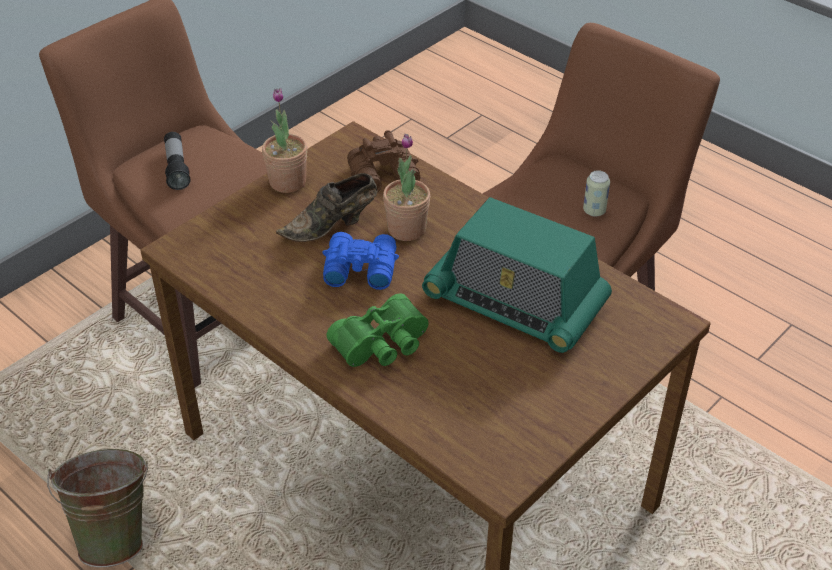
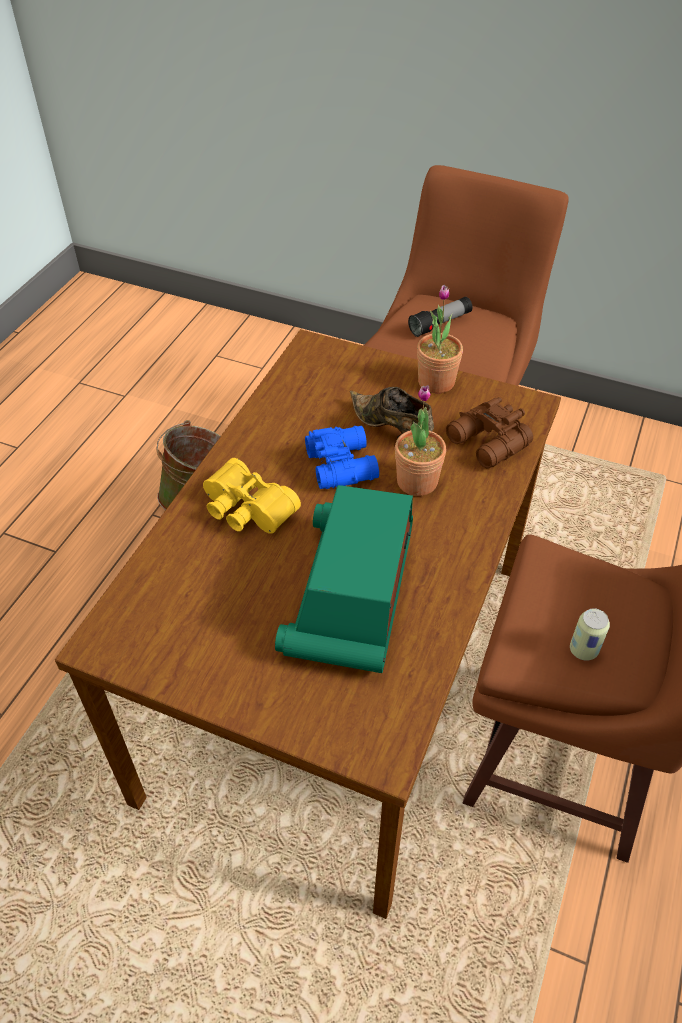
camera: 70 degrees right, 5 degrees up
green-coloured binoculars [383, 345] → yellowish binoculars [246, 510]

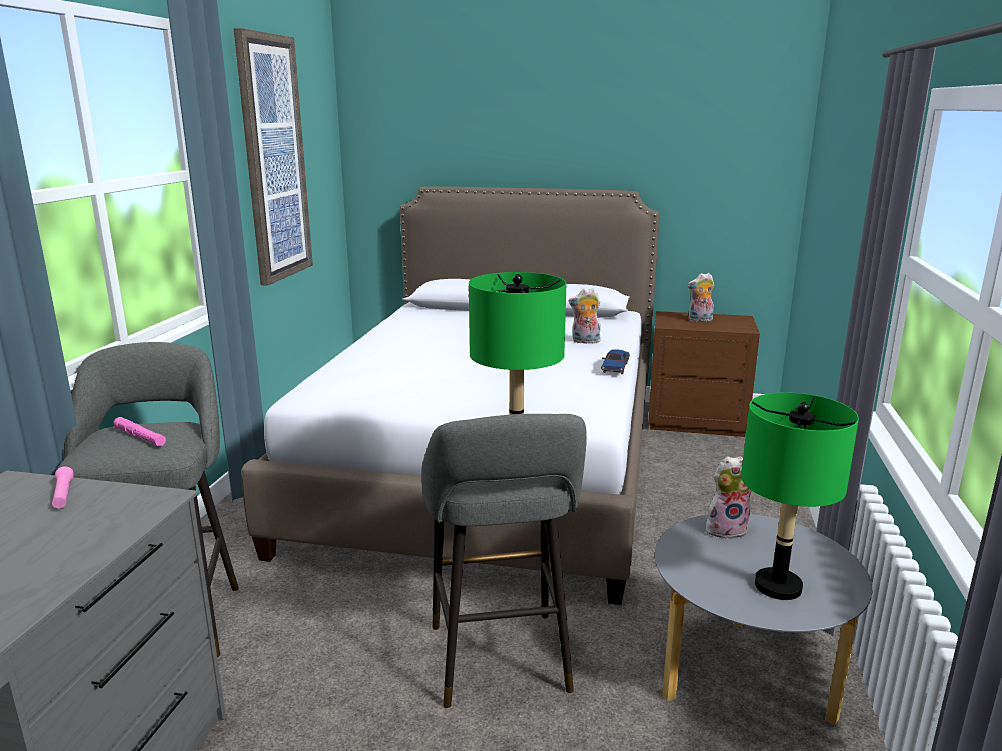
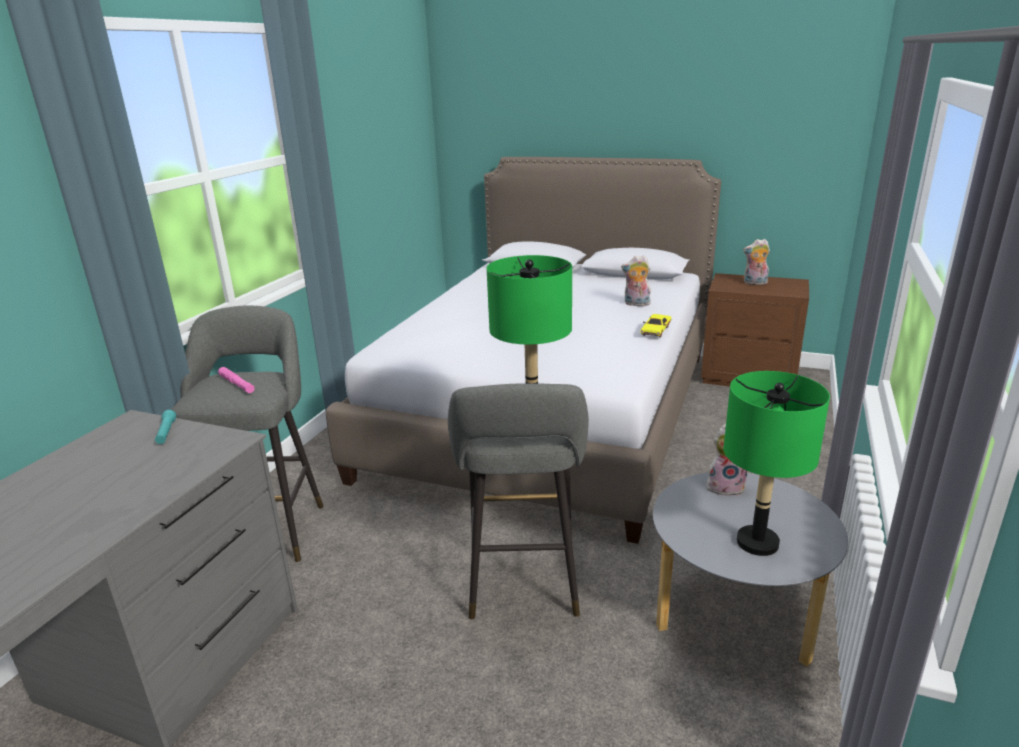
camera: 10 degrees right, 5 degrees up
wall art [273, 160] → -
pinkish torch [63, 495] → turquoise torch [166, 432]
bluish model car [615, 367] → yellowish model car [656, 330]

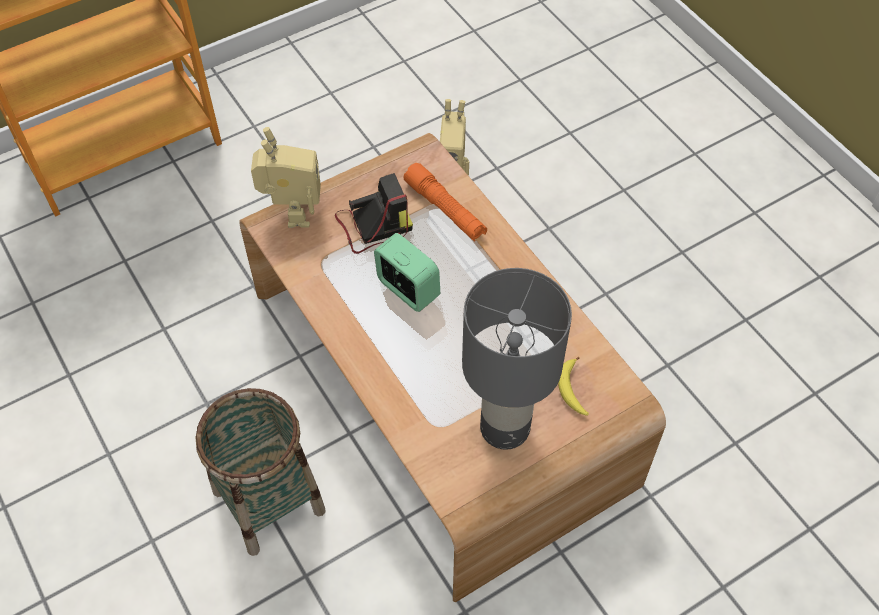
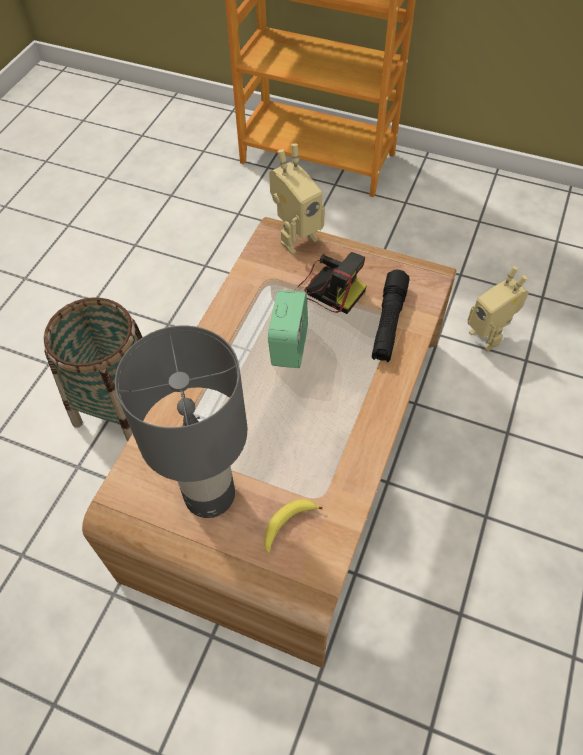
camera: 55 degrees right, 0 degrees up
orange-coloured torch [445, 210] → black torch [388, 323]

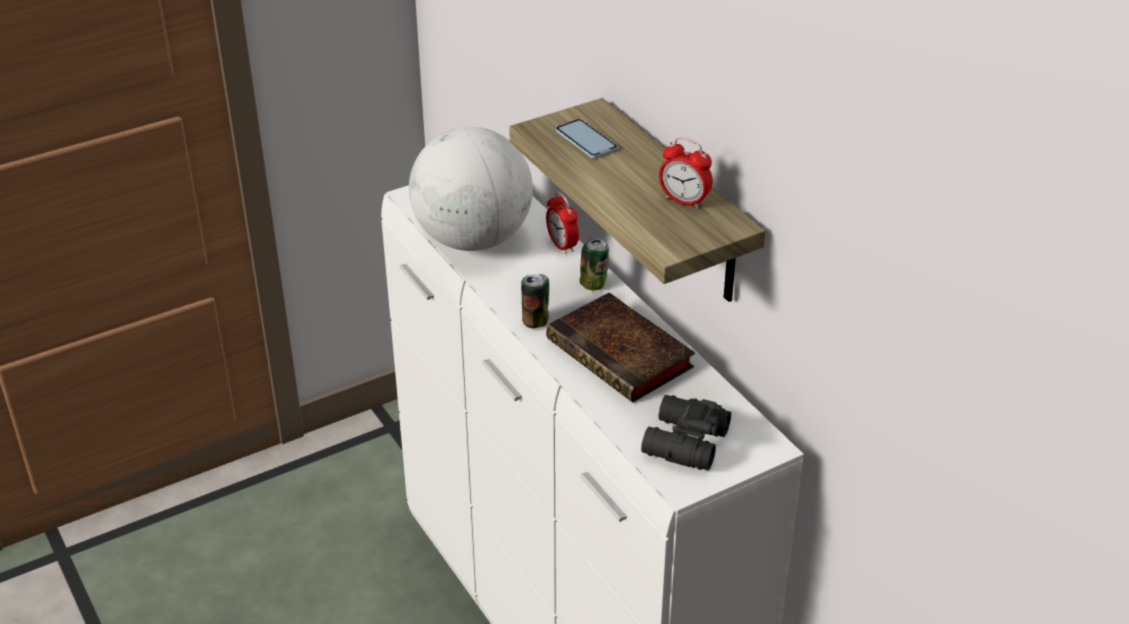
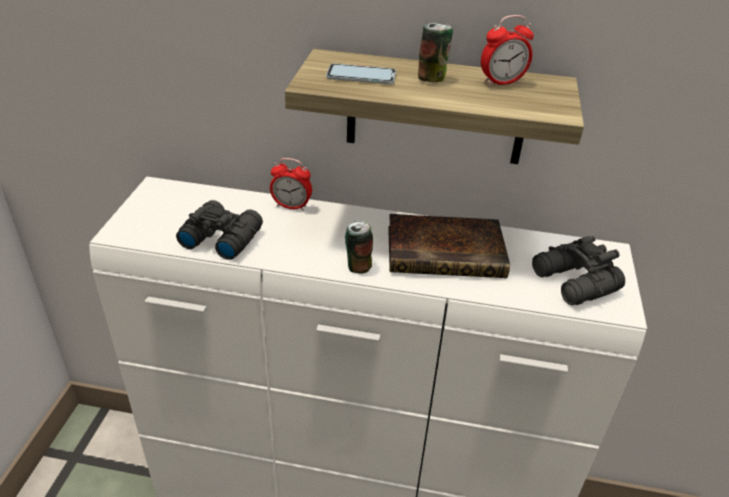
camera: 50 degrees left, 0 degrees up
can [595, 284] → can [432, 78], shifted
globe [473, 239] → black binoculars [221, 237]

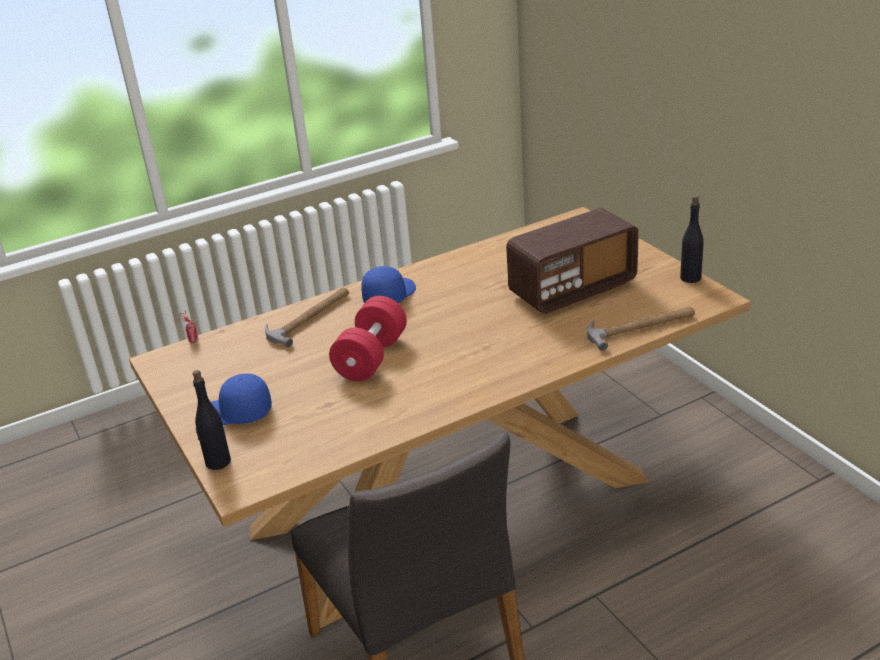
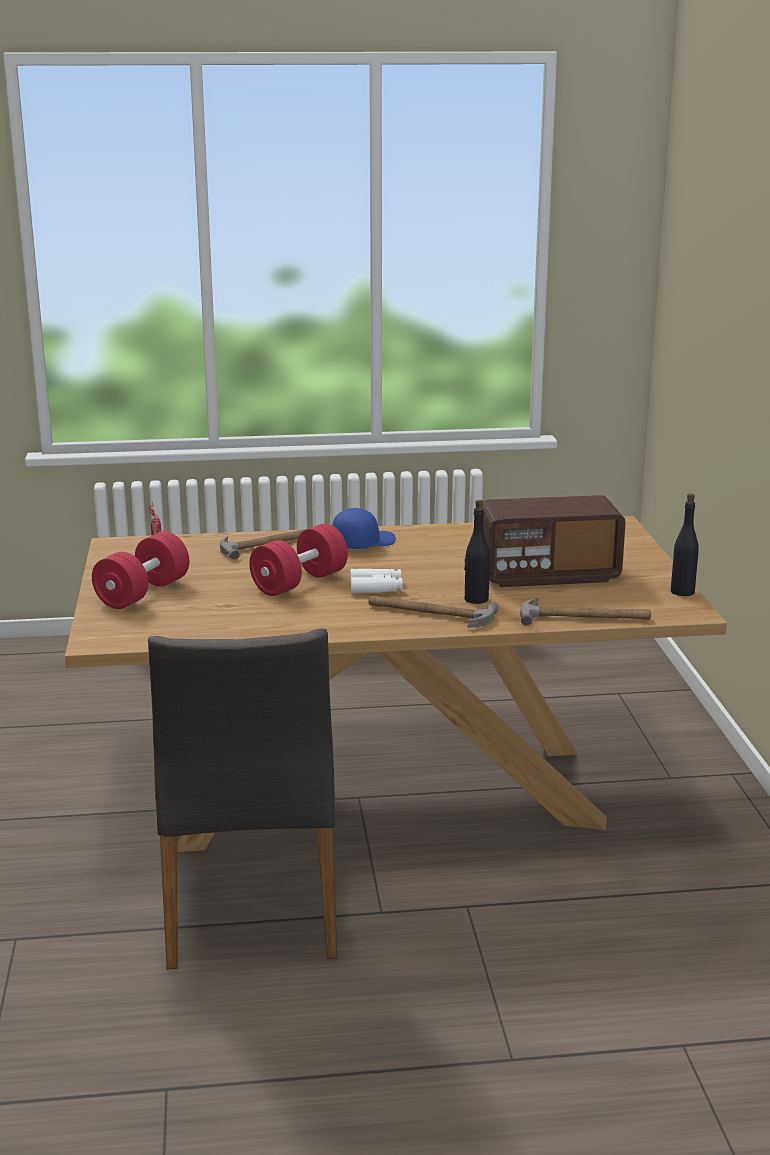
camera: 20 degrees right, 10 degrees down
- → white binoculars [376, 588]
- → hand hammer [430, 613]
black drink bottle [217, 462] → black drink bottle [476, 599], shifted
bluish baseball cap [236, 413] → red dumbbell [143, 593]

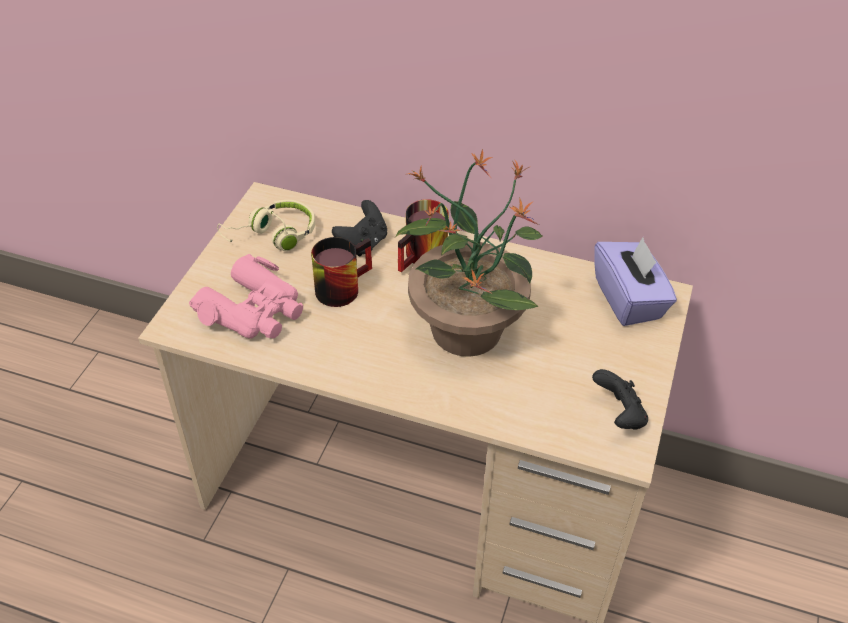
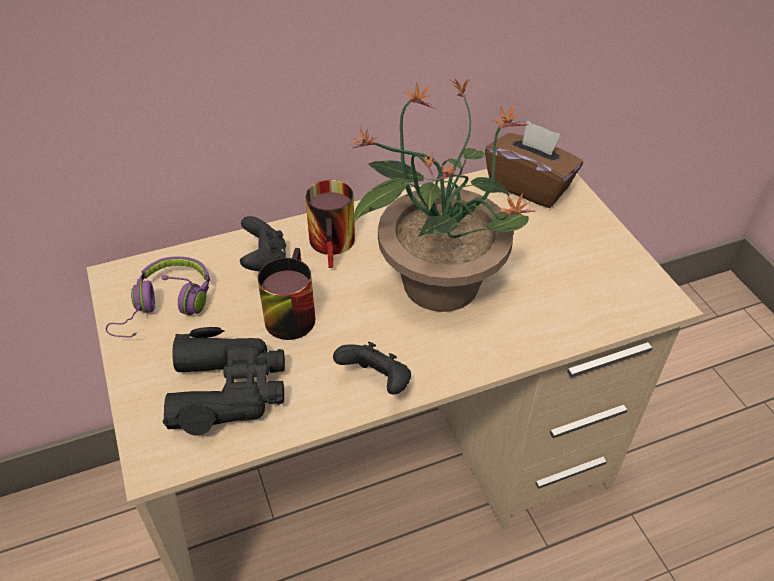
camera: 40 degrees left, 0 degrees up
black gamepad [619, 415] → black gamepad [377, 382], shifted
pinkish binoculars [254, 311] → black binoculars [229, 389]
sand-coloured headset [273, 235] → purplish headset [166, 306]
purplish box of tissues [629, 299] → brown-coloured box of tissues [529, 186]

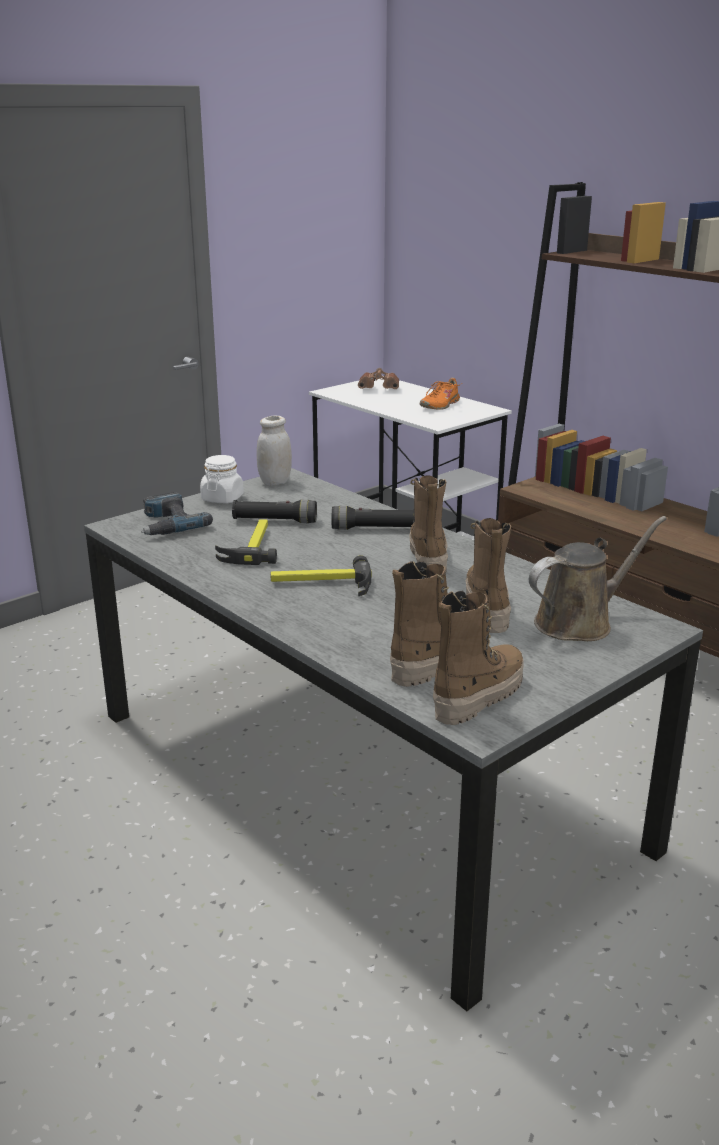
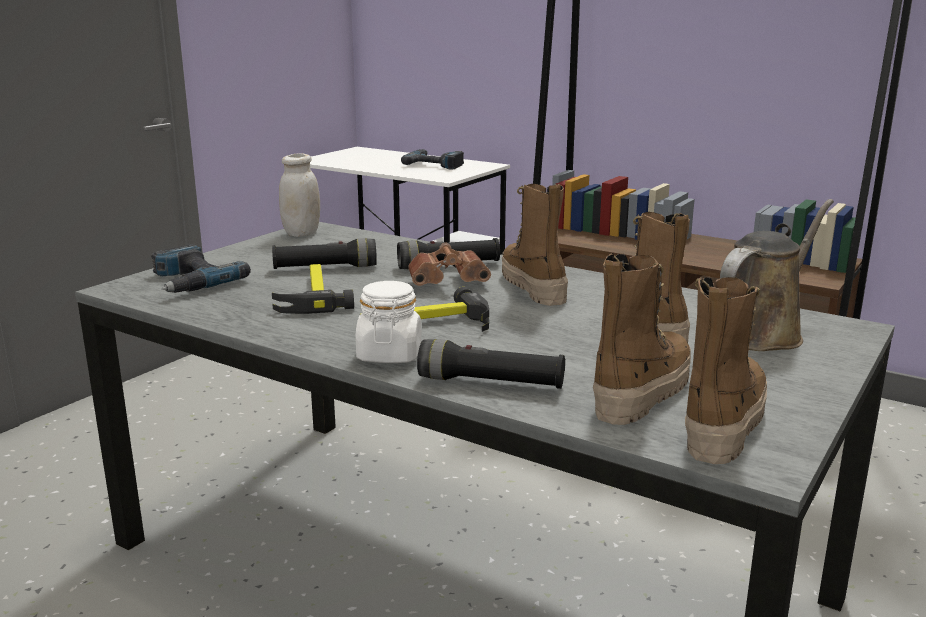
camera: 15 degrees left, 5 degrees down
- → black torch [491, 383]
white storage jar [222, 498] → white storage jar [389, 354], shifted
brown-coloured binoculars [380, 389] → brown-coloured binoculars [450, 283], shifted
orange-coloured item of footwear [439, 405] → drill [435, 164]

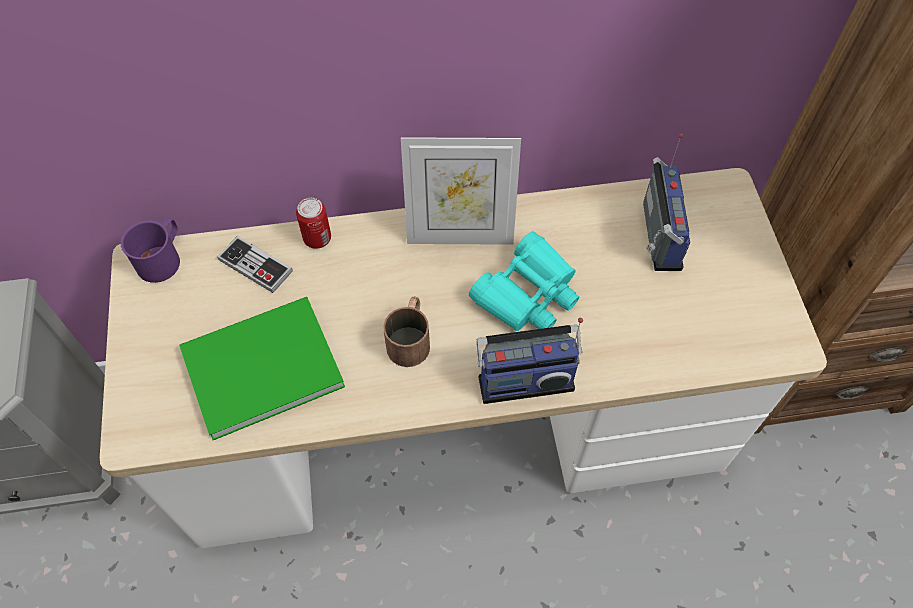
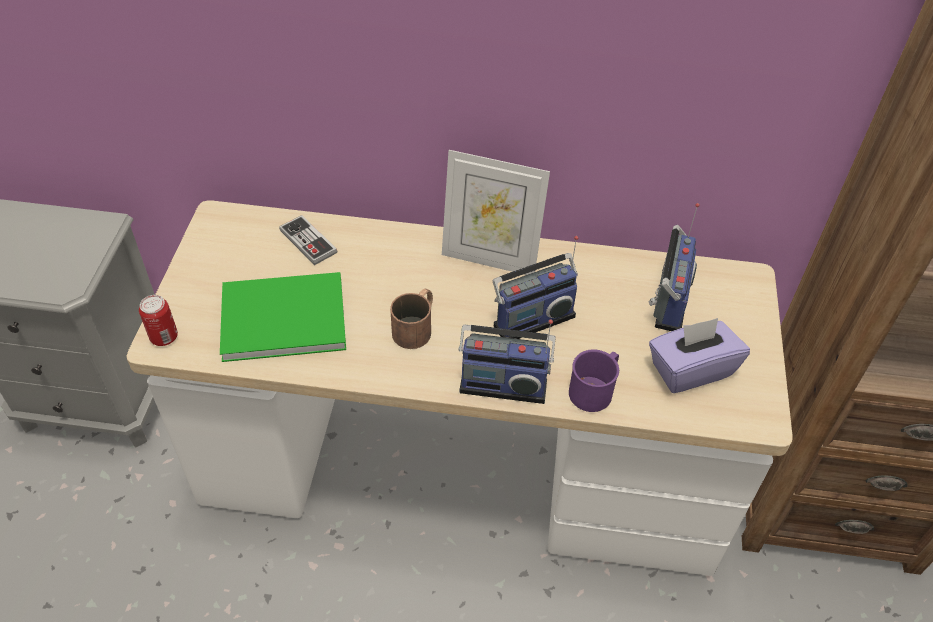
camera: 15 degrees right, 10 degrees down
- → purplish box of tissues [690, 369]
purplish mug [163, 258] → purplish mug [594, 389], shifted
can [317, 239] → can [164, 337], shifted
turquoise binoculars [527, 294] → radio set [532, 318]

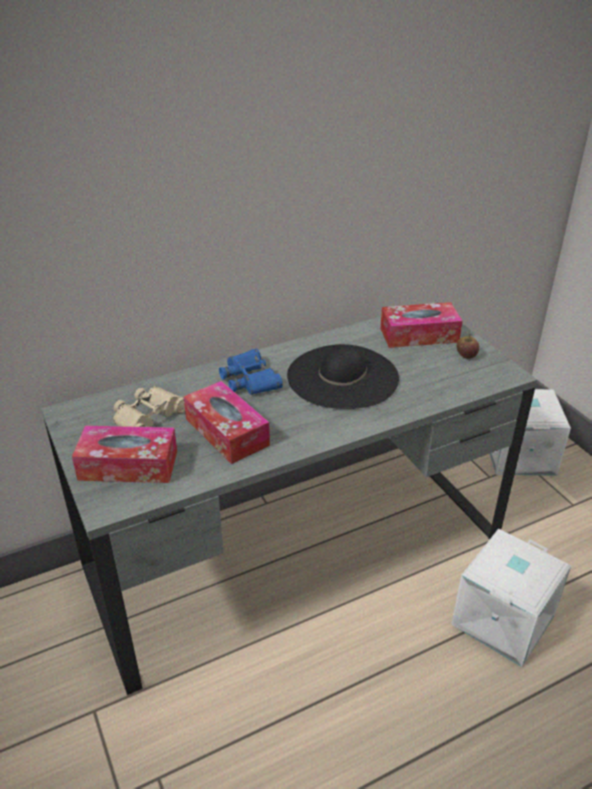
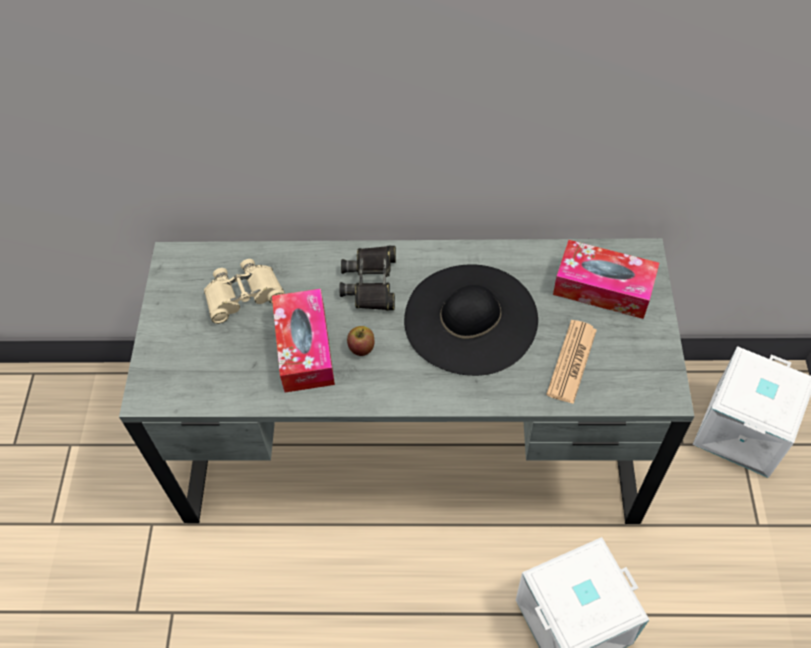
camera: 30 degrees right, 20 degrees up
box of tissues [128, 465] → -
- → newspaper [571, 362]
apple fruit [466, 355] → apple fruit [361, 347], shifted
bluish binoculars [250, 379] → black binoculars [371, 282]

